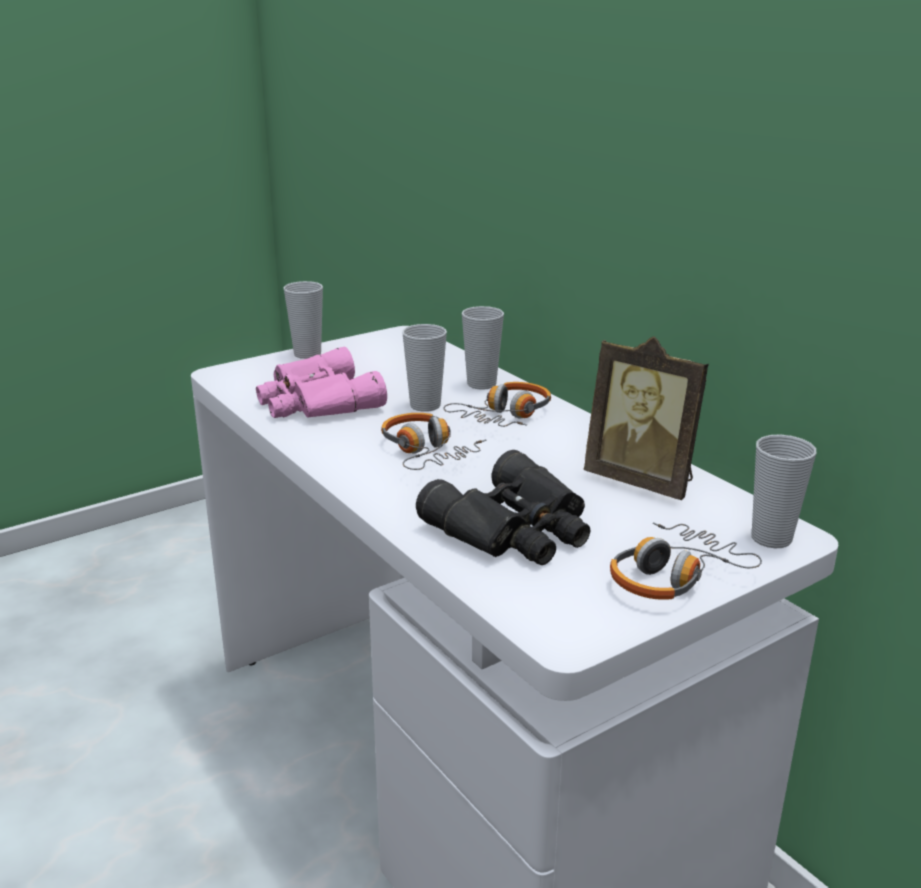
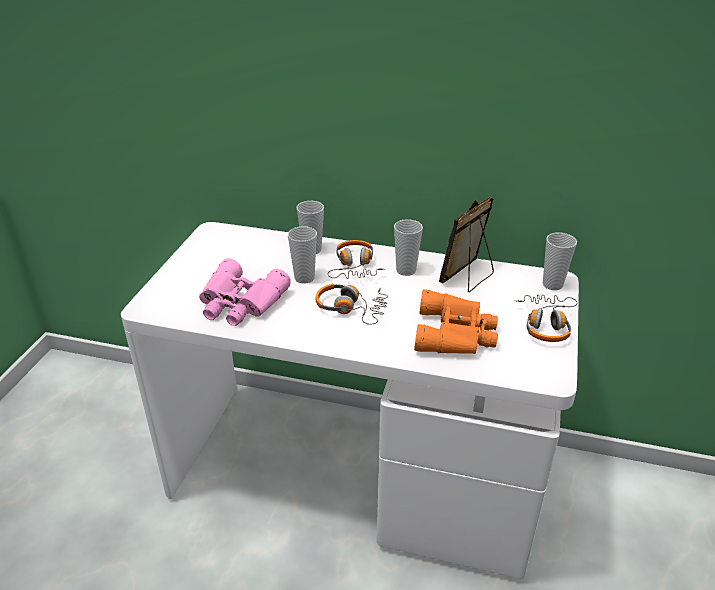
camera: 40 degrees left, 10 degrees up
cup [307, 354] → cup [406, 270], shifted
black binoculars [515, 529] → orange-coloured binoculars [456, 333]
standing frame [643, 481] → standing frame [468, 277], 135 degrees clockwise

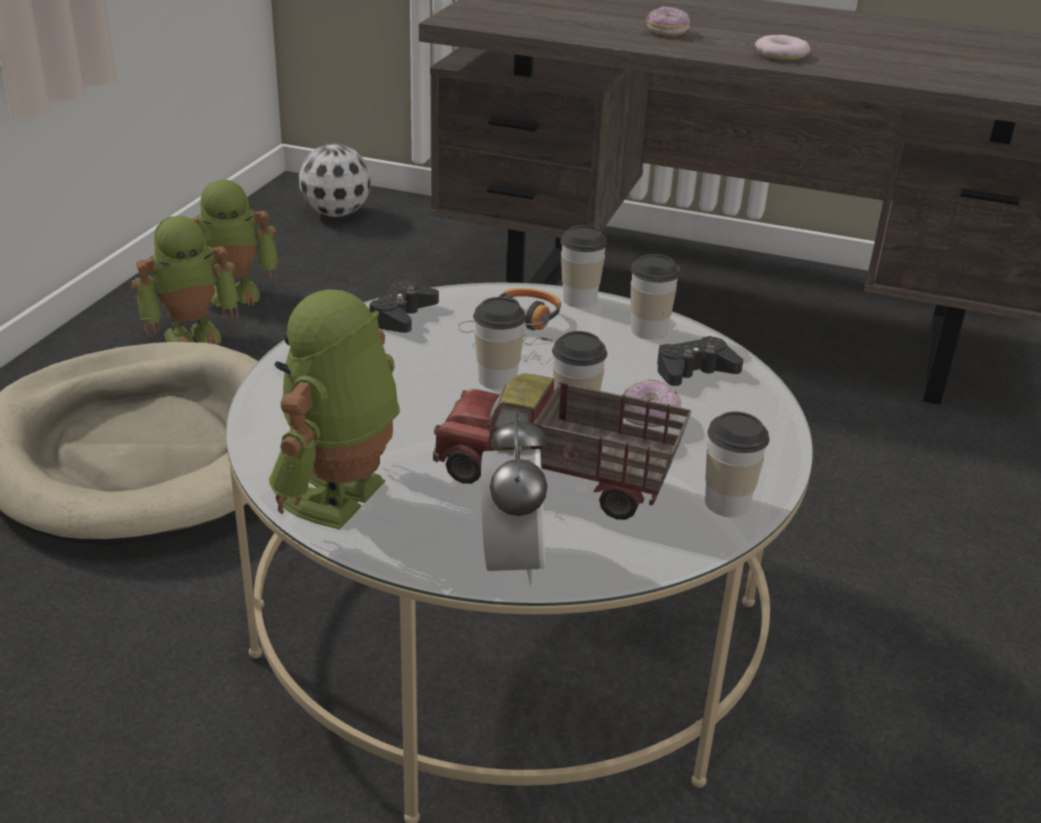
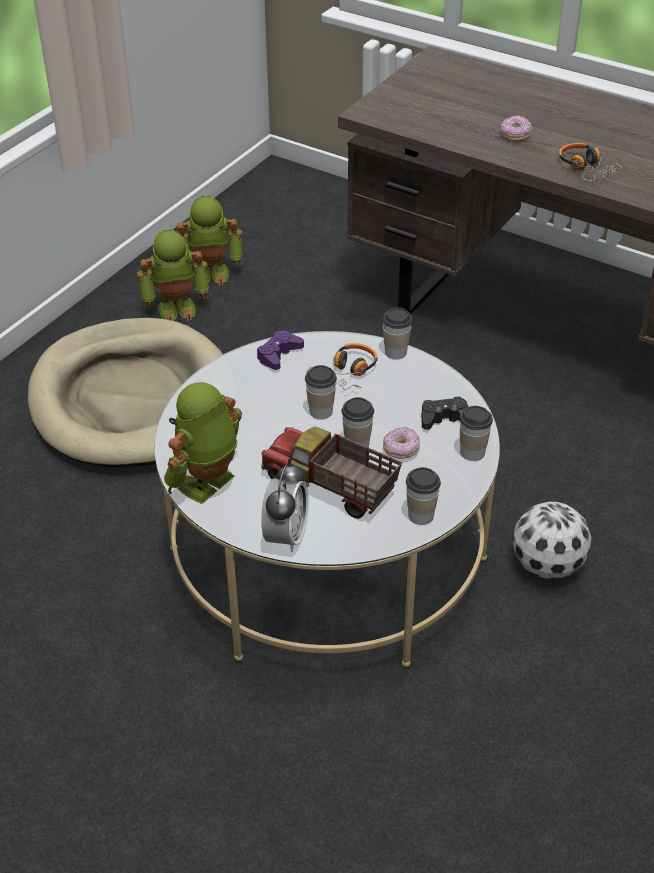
camera: 15 degrees right, 10 degrees up
football [337, 213] → football [547, 565], shifted
cup [649, 330] → cup [472, 452], shifted
donut [781, 54] → headset [587, 168]
black gamepad [402, 316] → purplish gamepad [279, 355]

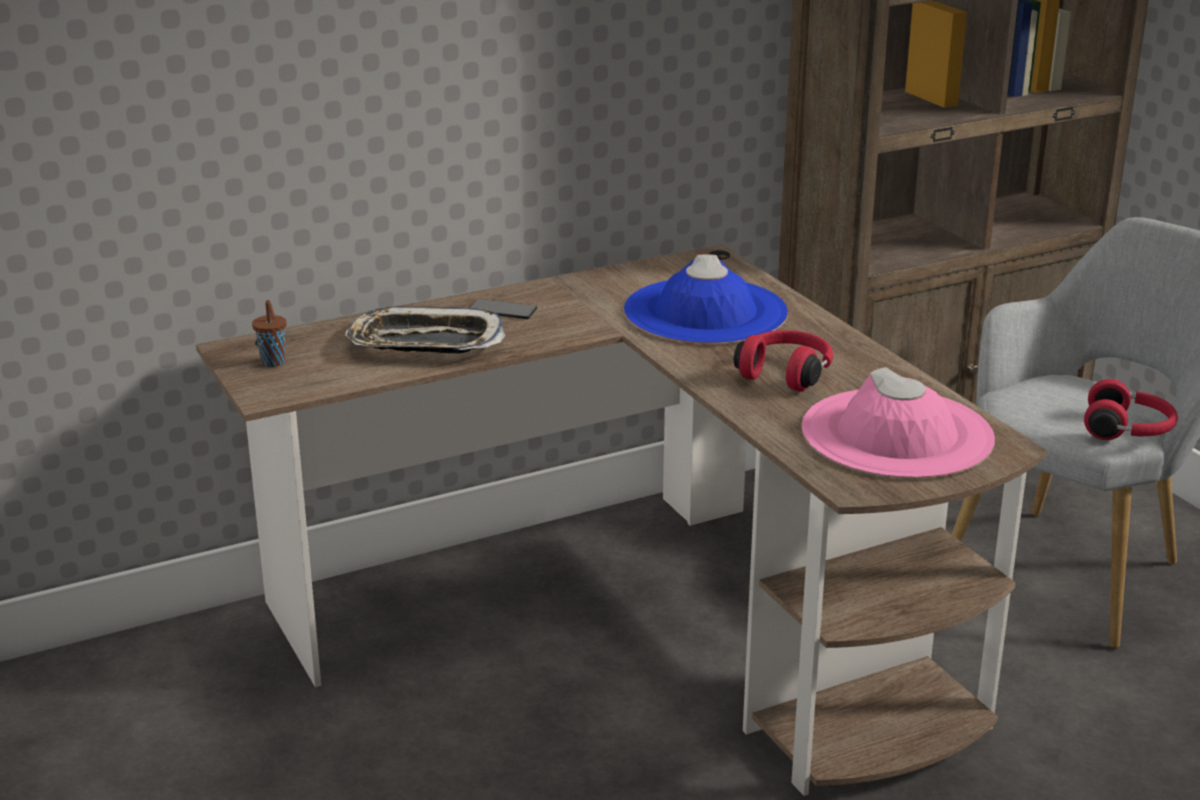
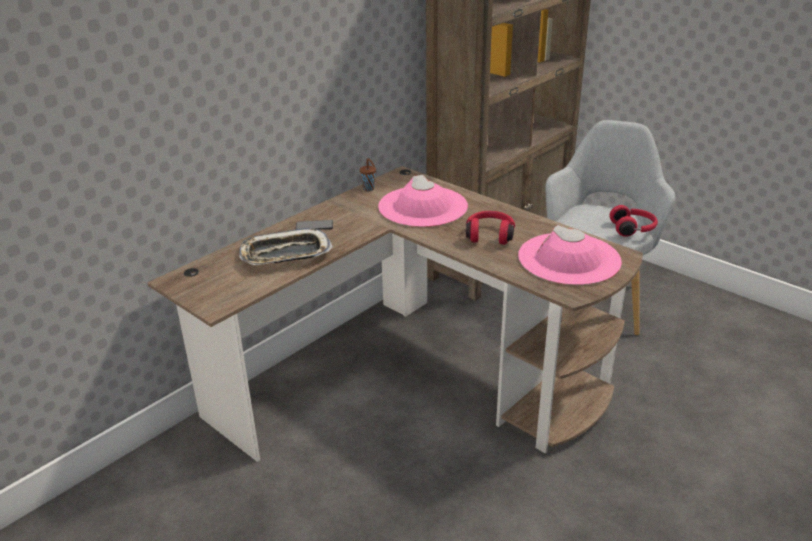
camera: 20 degrees left, 5 degrees up
brown-coloured cup [273, 363] → brown-coloured cup [369, 189], shifted
bluish clothing hat [705, 312] → pinkish clothing hat [423, 207]

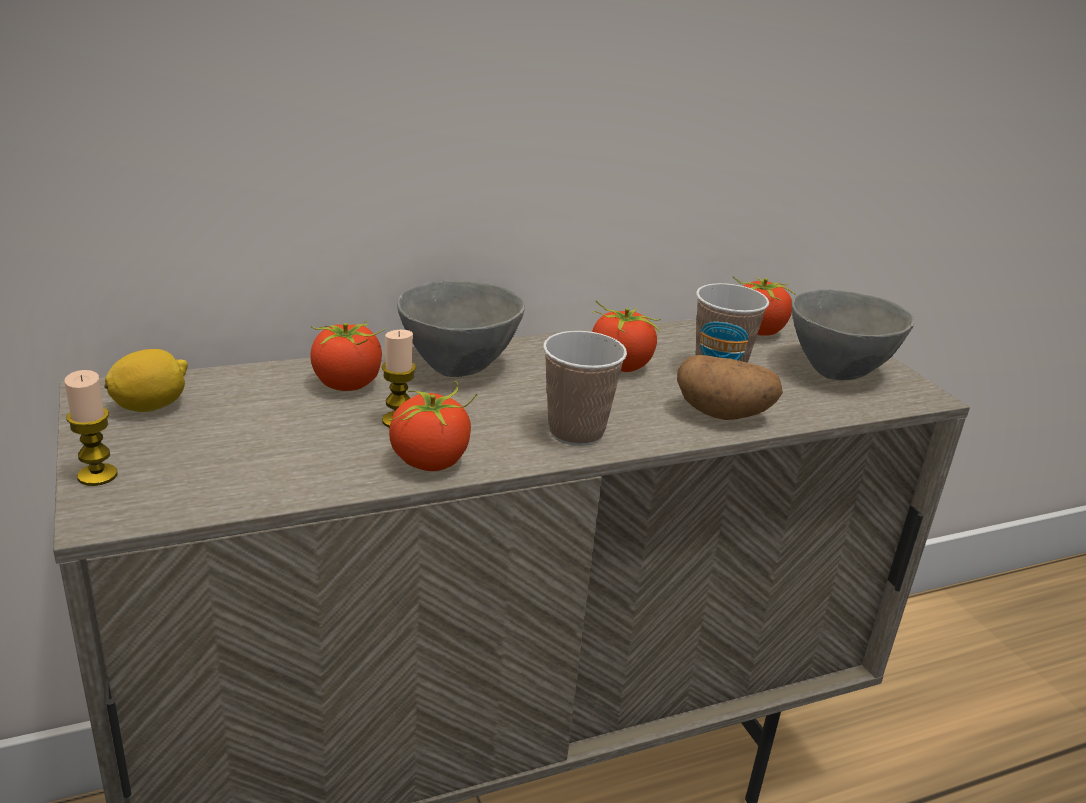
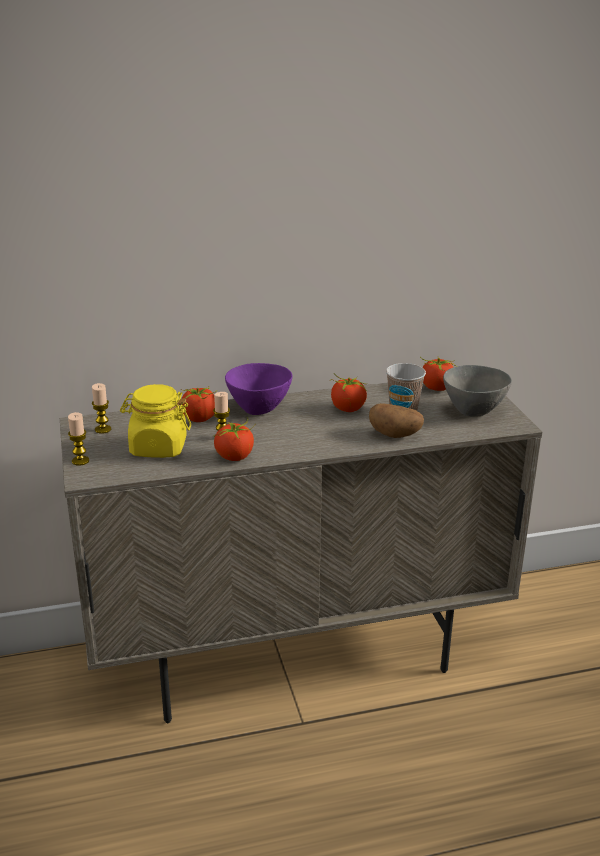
camera: 10 degrees right, 0 degrees up
cup [576, 432] → -
- → yellowish storage jar [158, 448]
lemon [151, 406] → wax light [103, 429]
grey serving bowl [458, 366] → purplish serving bowl [259, 409]

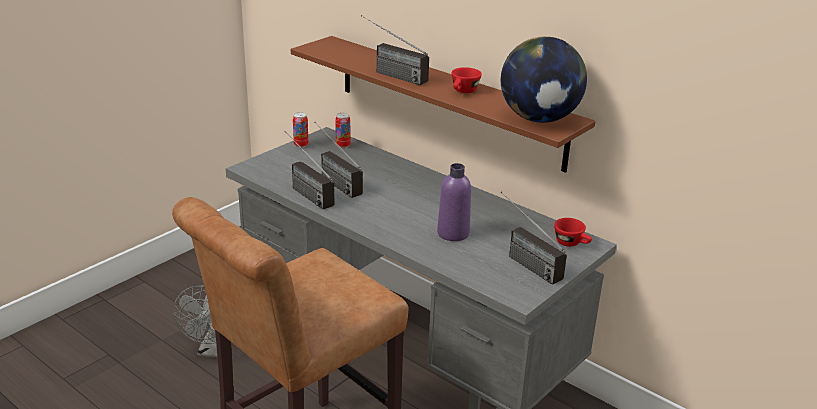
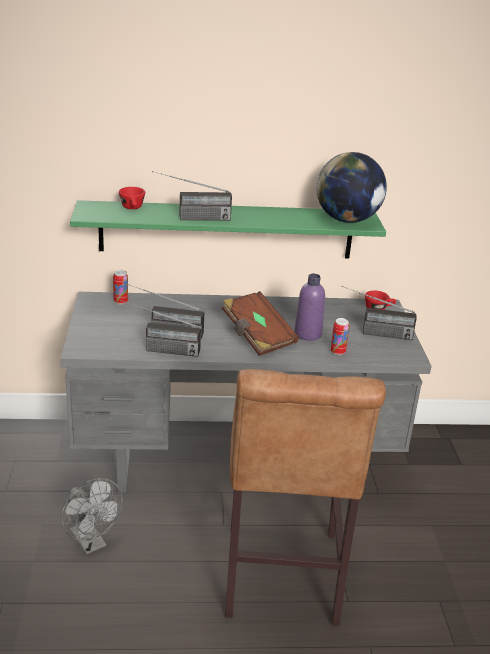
camera: 45 degrees left, 0 degrees up
- → brown-coloured book [257, 336]
can [301, 145] → can [337, 352], shifted
red cup [463, 92] → red cup [133, 208], shifted
brown-coloured shelf [448, 101] → green-coloured shelf [226, 230]

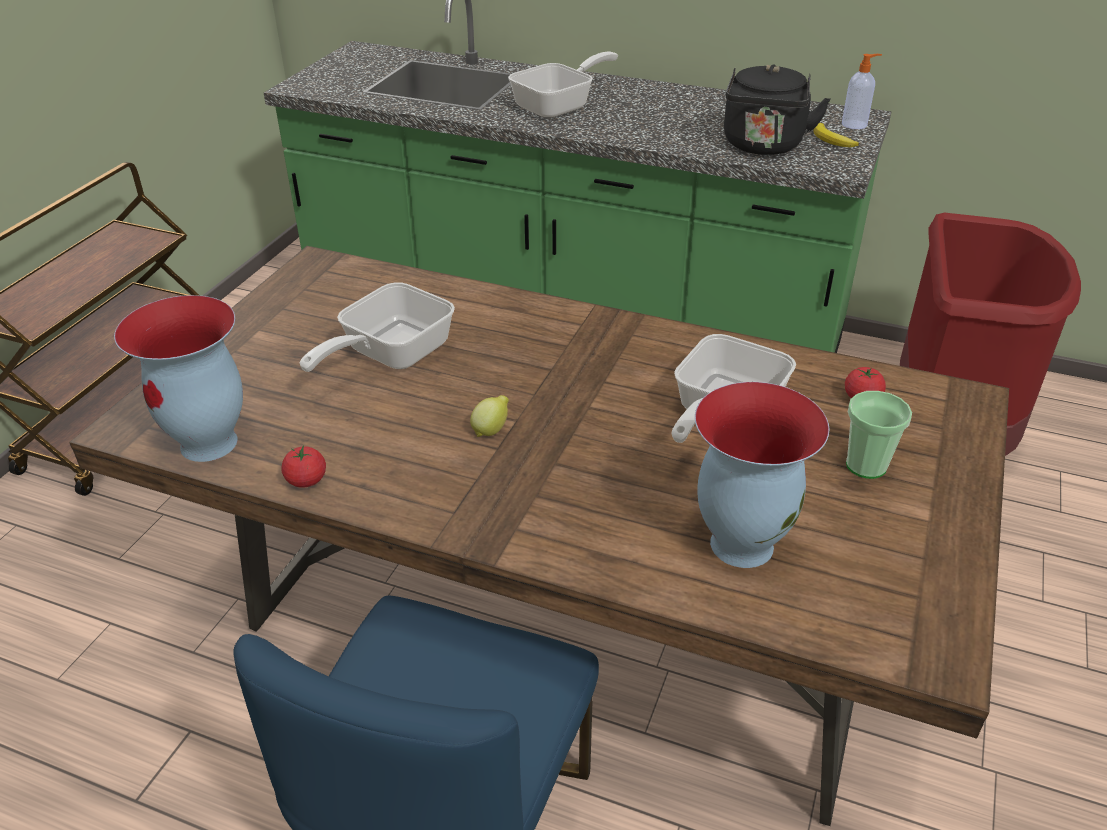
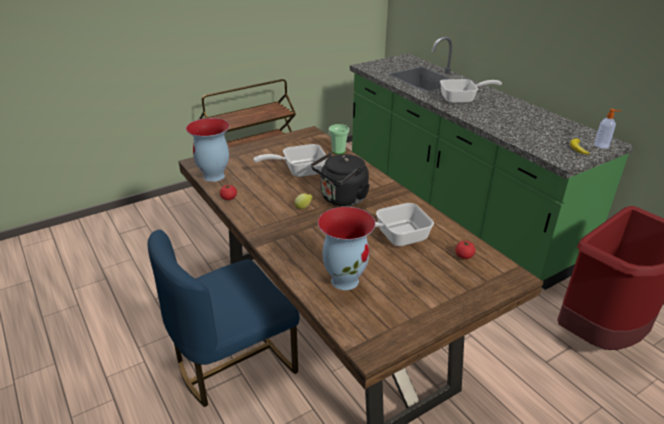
camera: 35 degrees right, 5 degrees down
black tea kettle [763, 146] → black tea kettle [341, 199], shifted
cup [866, 465] → cup [338, 151], shifted

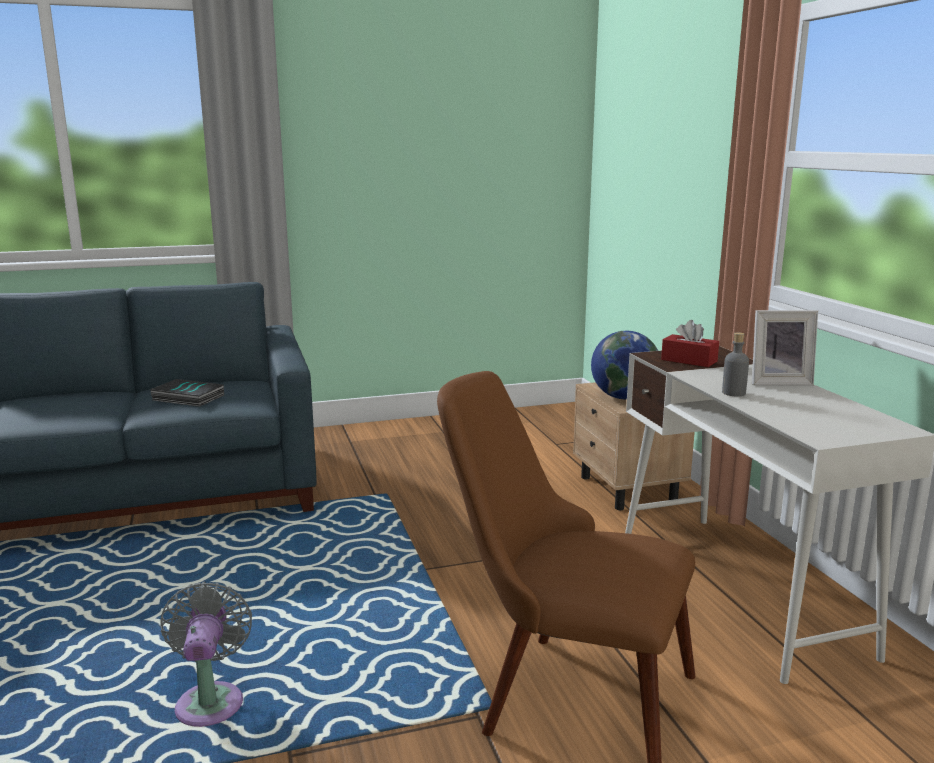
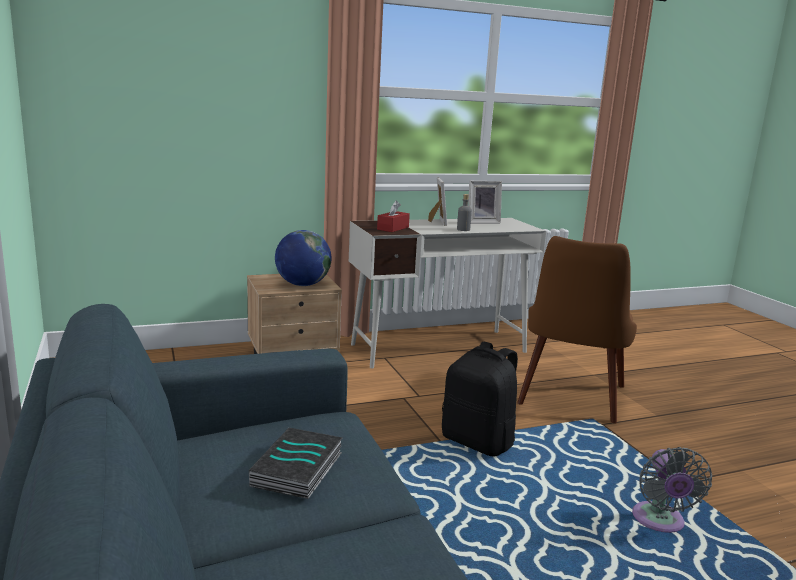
camera: 95 degrees left, 0 degrees up
- → black knapsack [478, 442]
- → standing frame [481, 222]
grey electric fan [210, 700] → grey electric fan [659, 522], 75 degrees counterclockwise

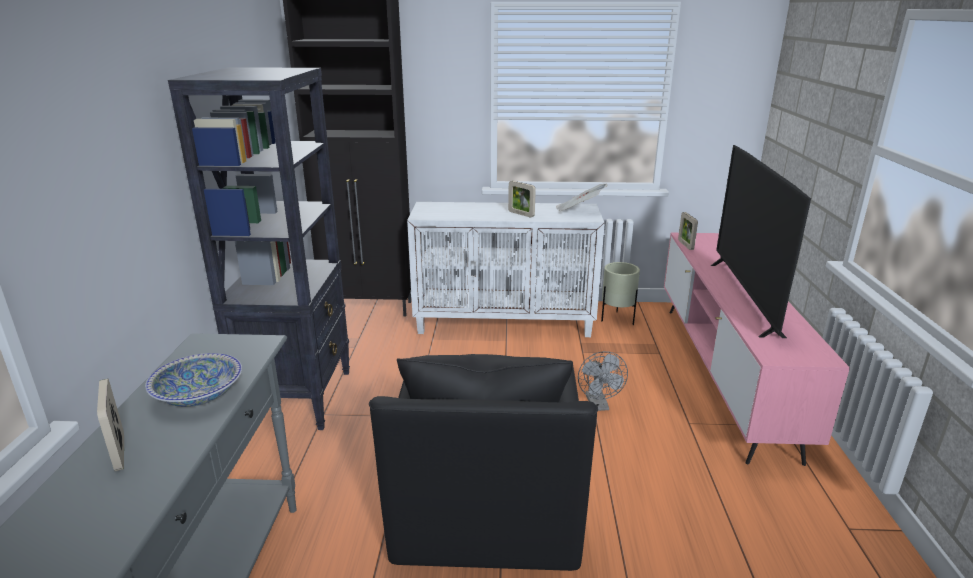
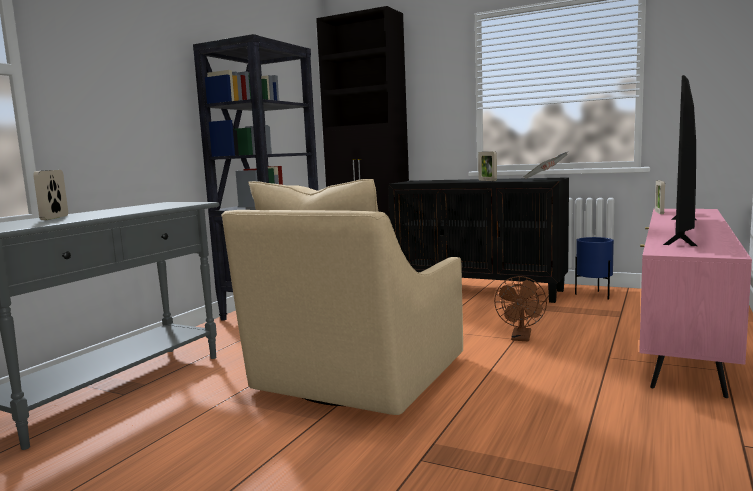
camera: 25 degrees right, 15 degrees down
serving bowl [198, 395] → -
black easy chair [486, 509] → sand-coloured easy chair [356, 377]
white cabinet [505, 323] → black cabinet [479, 290]
grey electric fan [598, 405] → brown-coloured electric fan [521, 338]
sand-coloured planter [617, 319] → bluish planter [594, 295]

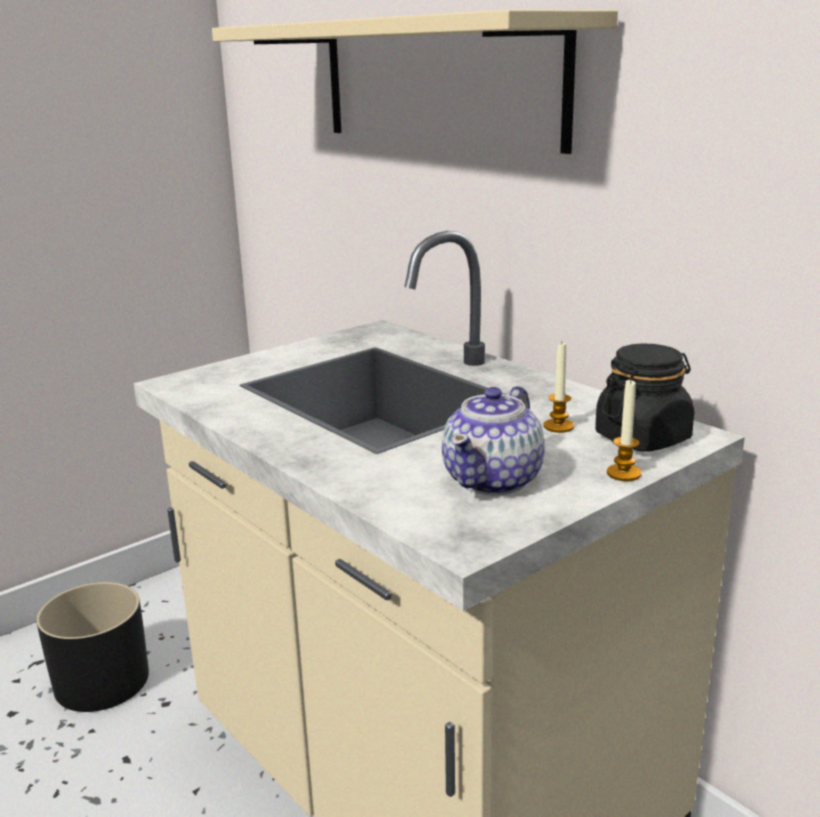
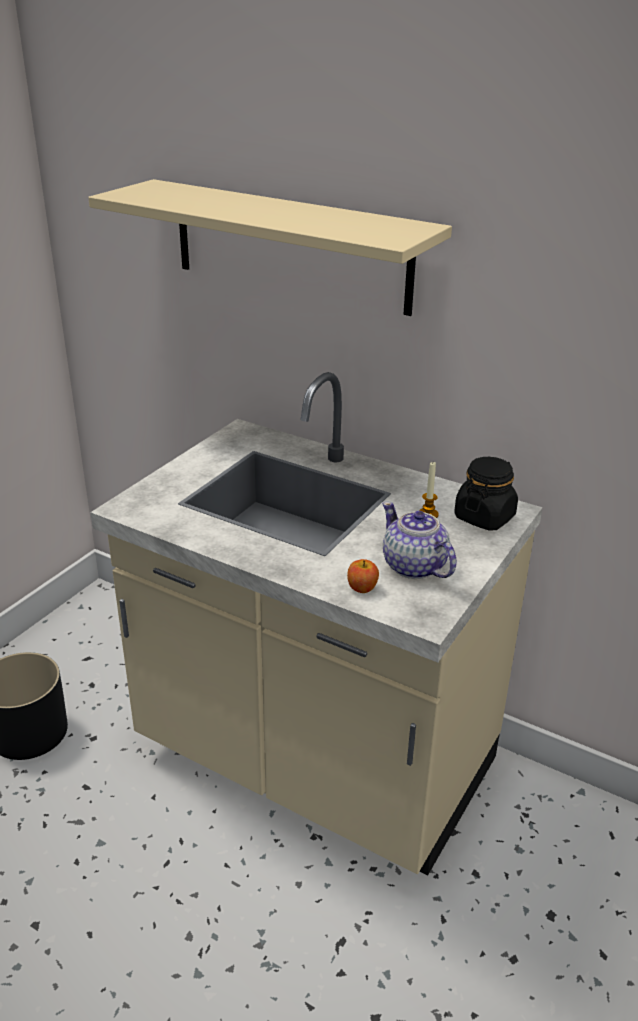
camera: 20 degrees left, 10 degrees up
wax light [623, 473] → -
- → apple fruit [362, 588]
teapot [494, 480] → teapot [414, 567], 135 degrees clockwise

